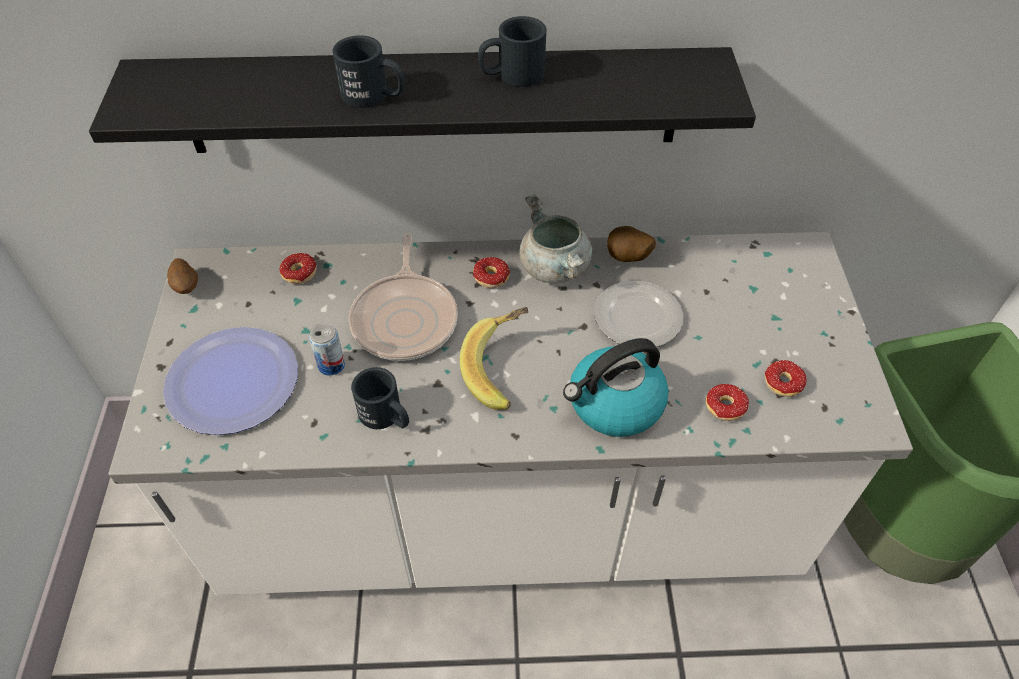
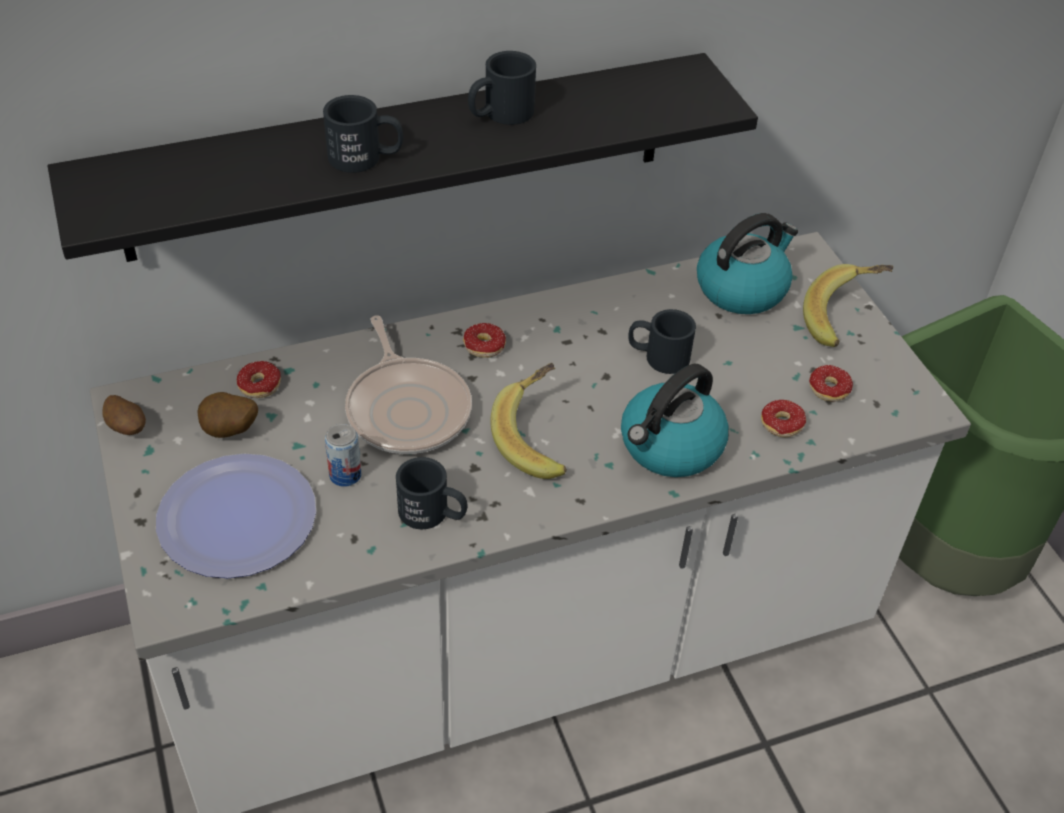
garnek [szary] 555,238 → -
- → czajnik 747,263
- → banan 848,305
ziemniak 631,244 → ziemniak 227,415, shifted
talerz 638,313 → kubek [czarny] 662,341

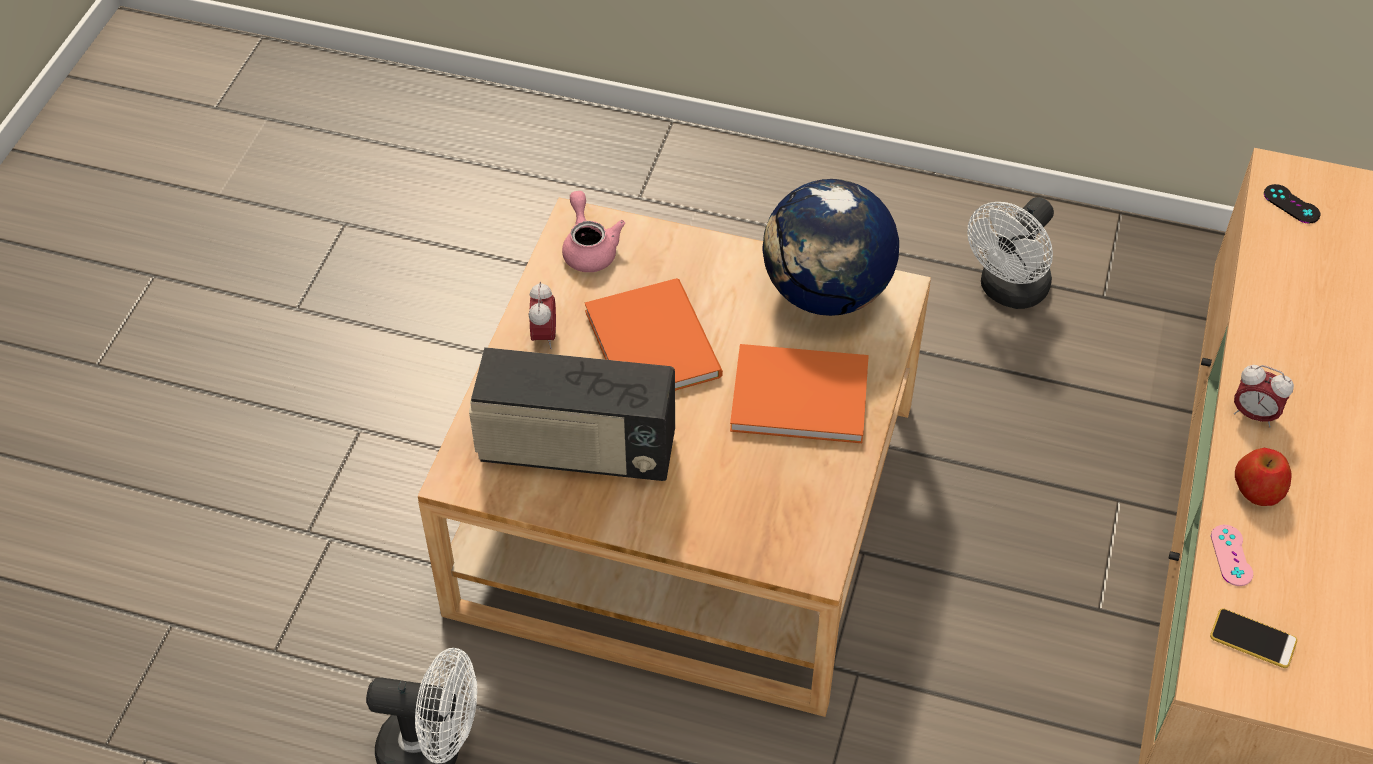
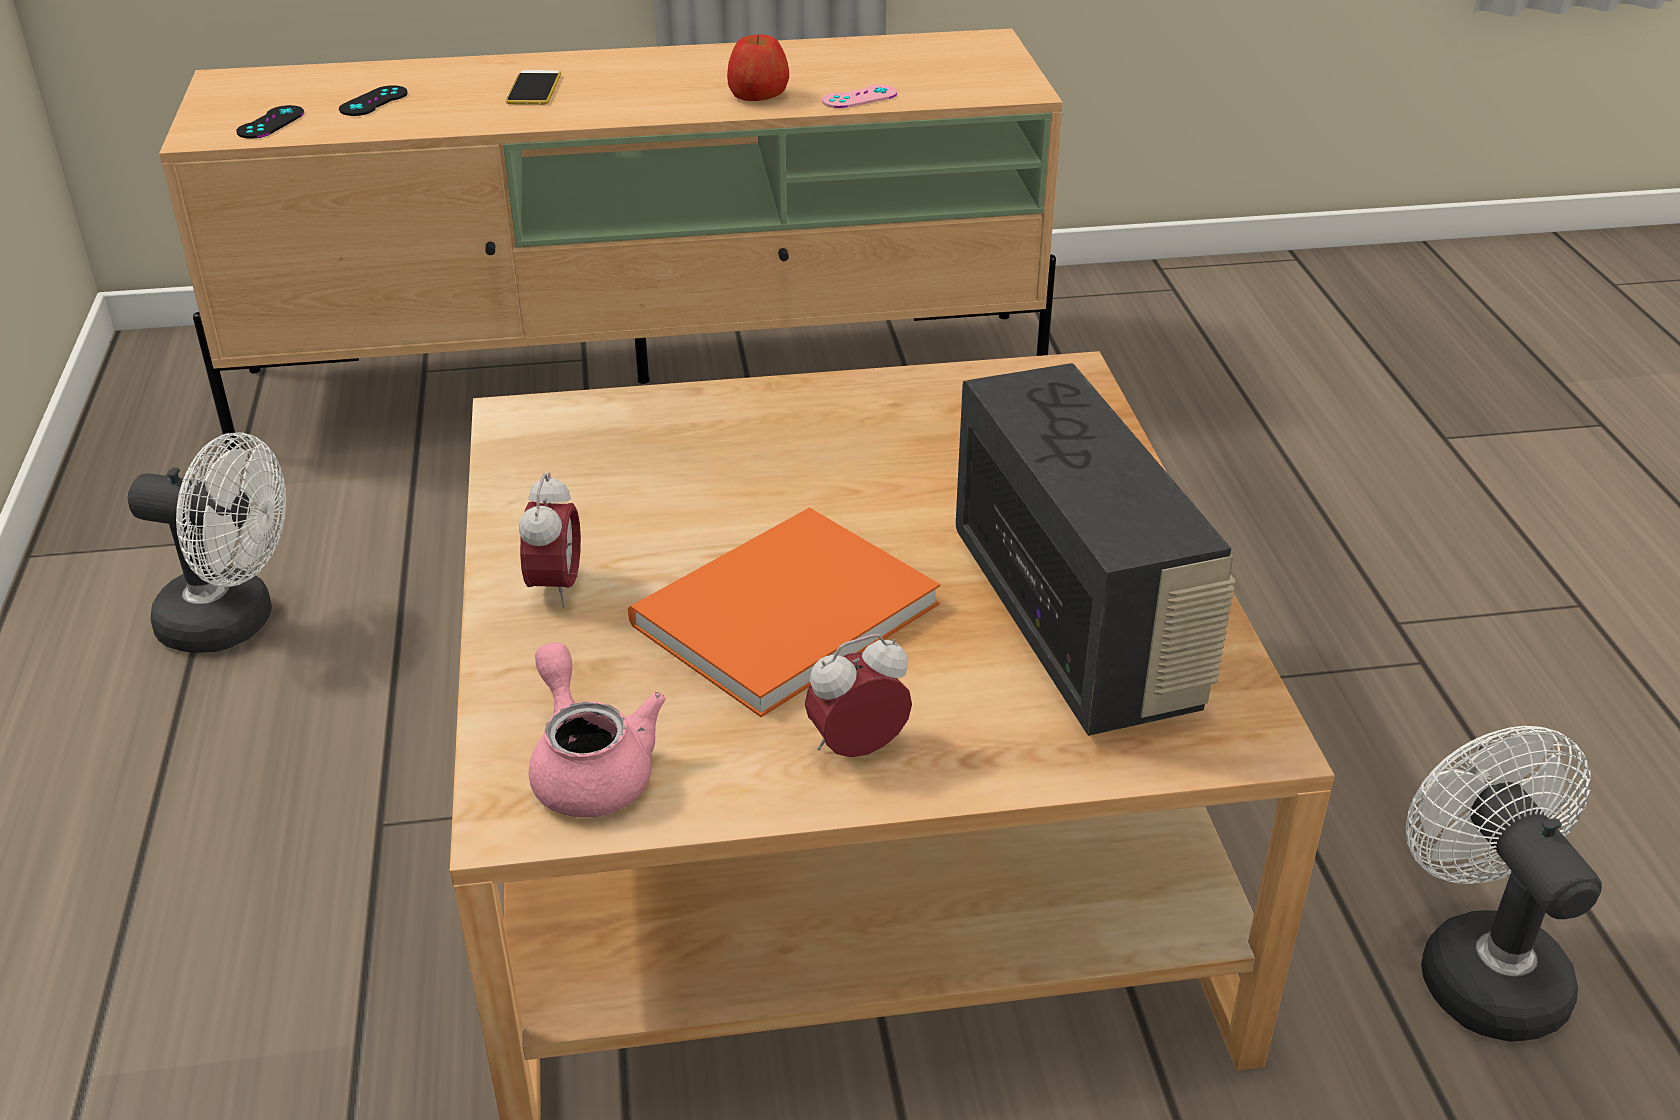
książka [pomarańczowy] 799,393 → -
globus 831,247 → -
- → pad do gier [czarny] 373,100
telefon 1253,638 → telefon 533,87, shifted
budzik 1264,396 → budzik 550,540, shifted
imbryk [różowy] 593,231 → imbryk [różowy] 597,730, 105 degrees clockwise

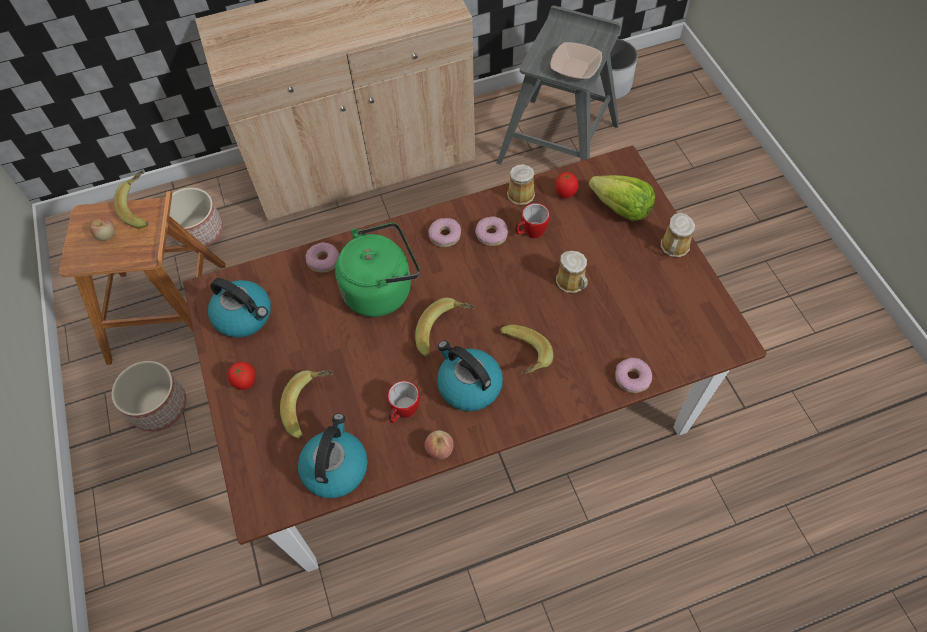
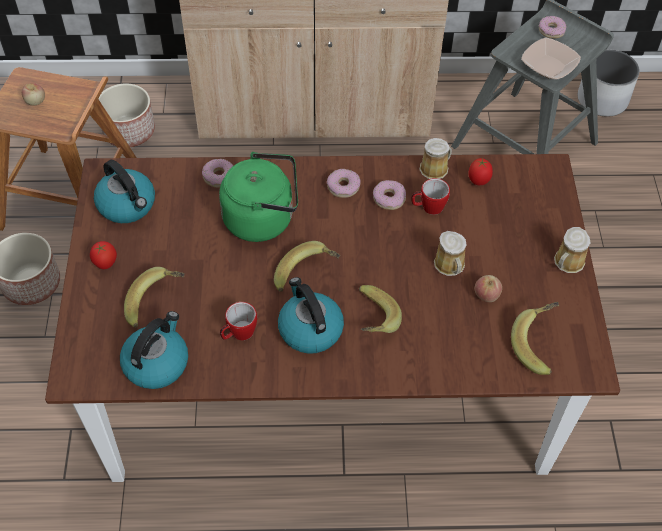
sałata 622,198 → -
banan 131,199 → banan 535,338, shifted
jabłko 439,444 → jabłko 488,288, shifted
donut 633,375 → donut 552,27, shifted

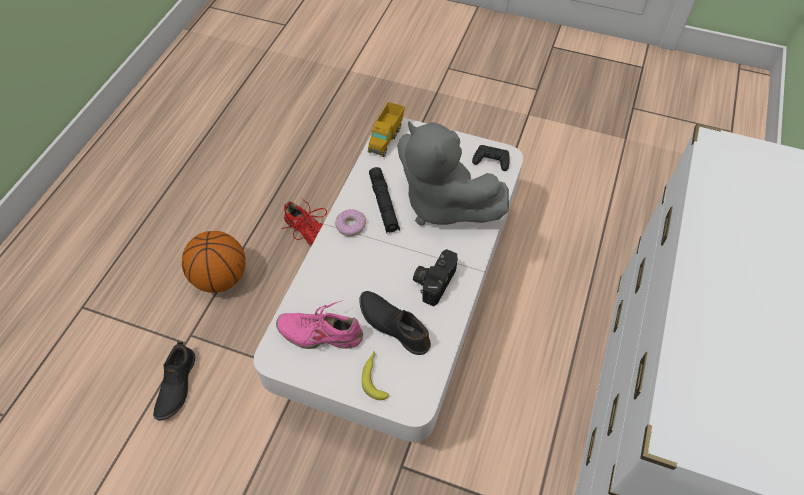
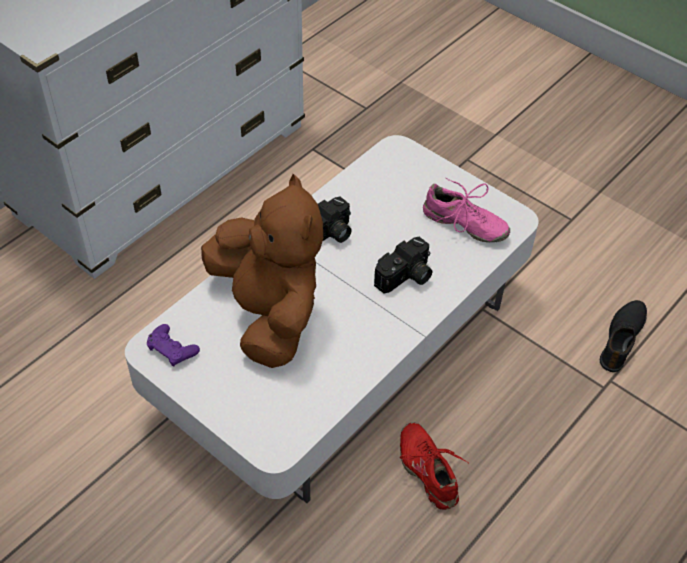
piłka do koszykówki 214,262 → -
donut 350,222 → -
but [czarny] 395,323 → -
banan 375,375 → -
ciężarówka zabawkowa 386,129 → -
latarka [czarny] 384,200 → -
- → aparat fotograficzny 403,265
pluszak [szary] 453,173 → pluszak [brązowy] 262,271
pad do gier [czarny] 491,158 → pad do gier [fioletowy] 173,345

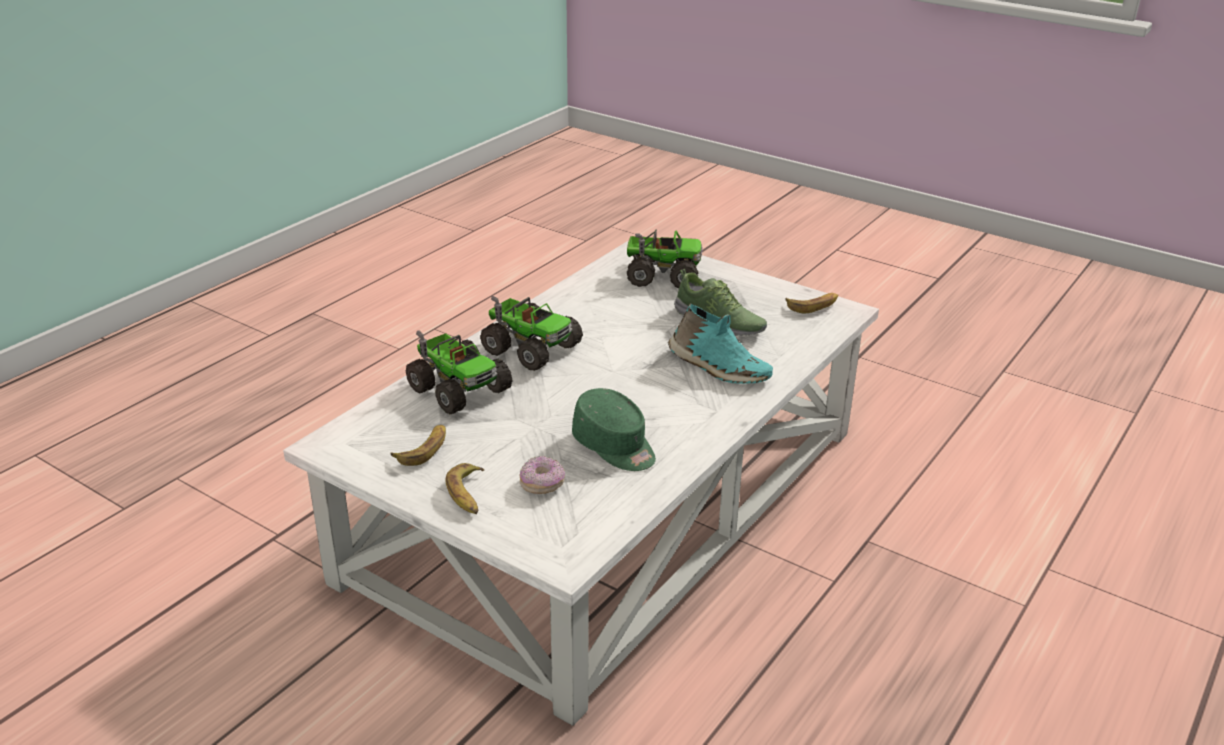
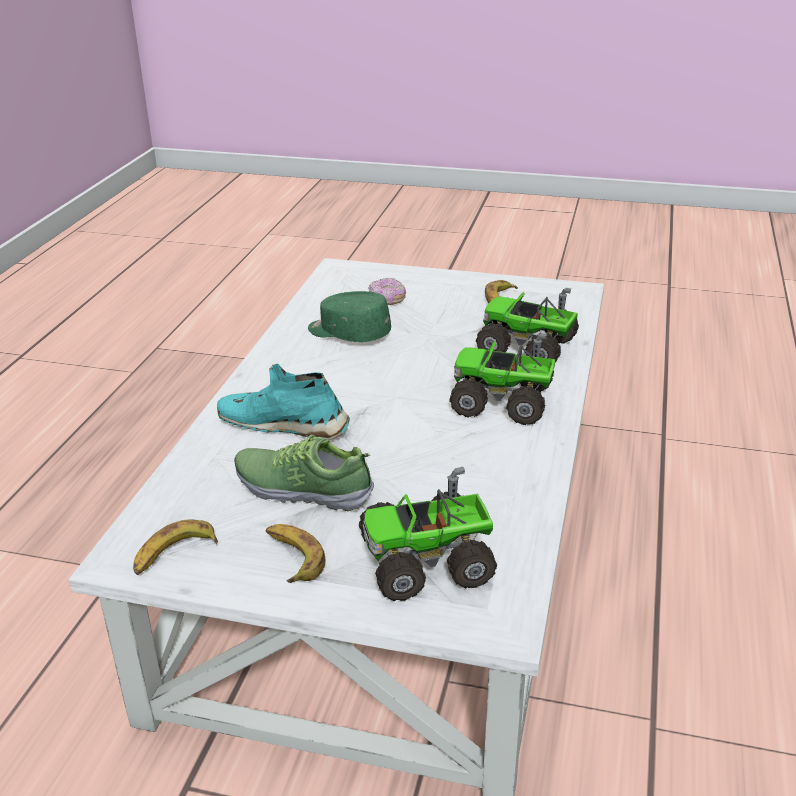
banan 465,488 → banan 295,553, shifted

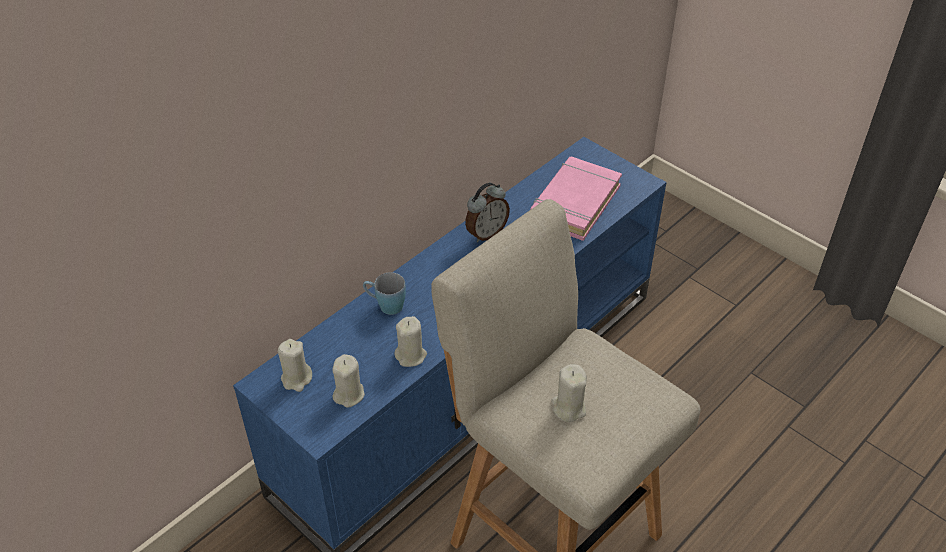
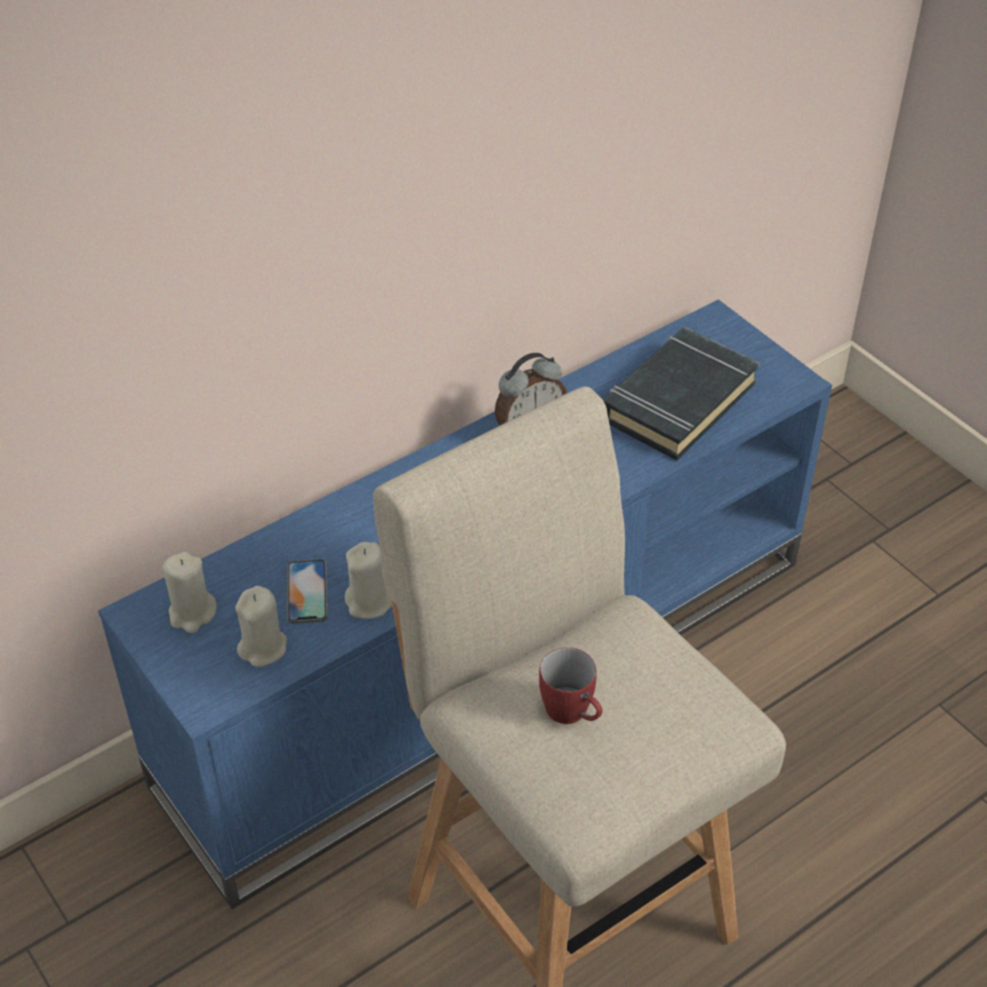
kubek [niebieski] 384,293 → -
- → telefon 307,591
świeca [beżowy] 569,393 → kubek [czerwony] 570,685
książka [różowy] 576,199 → książka [czarny] 681,394

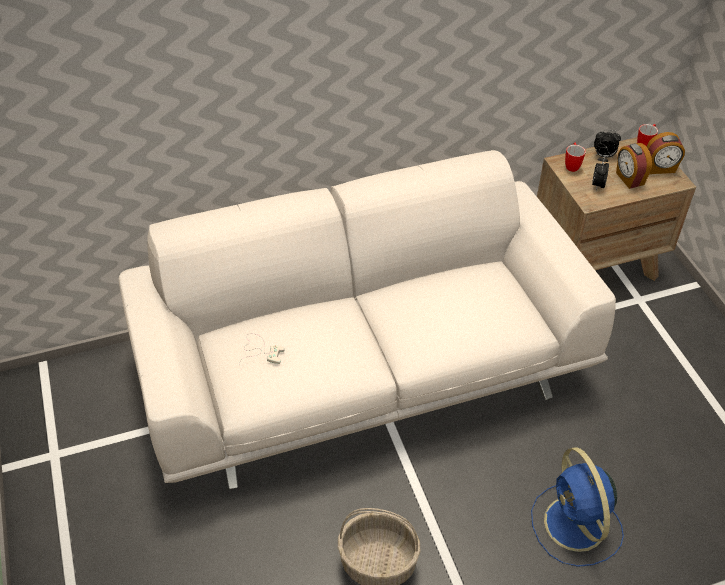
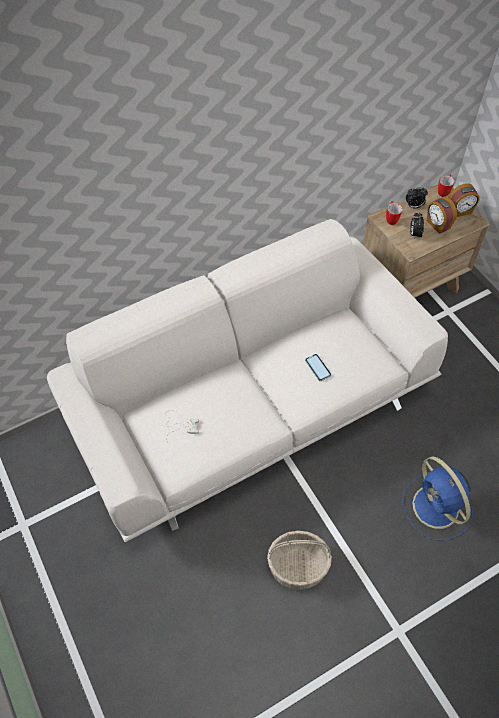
- → telefon 318,367

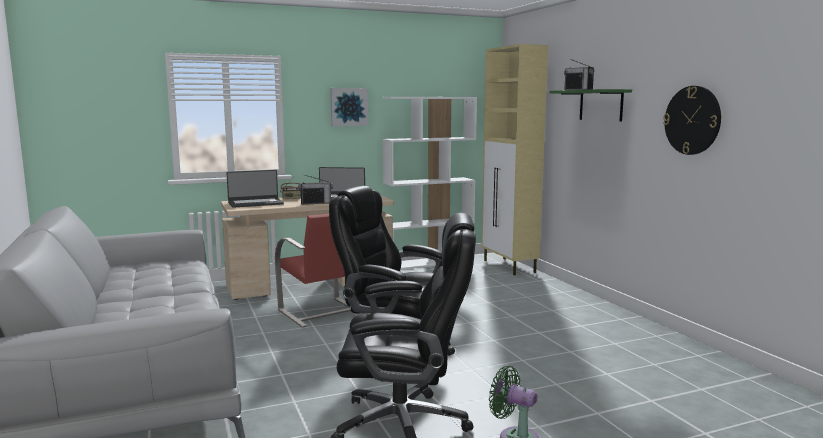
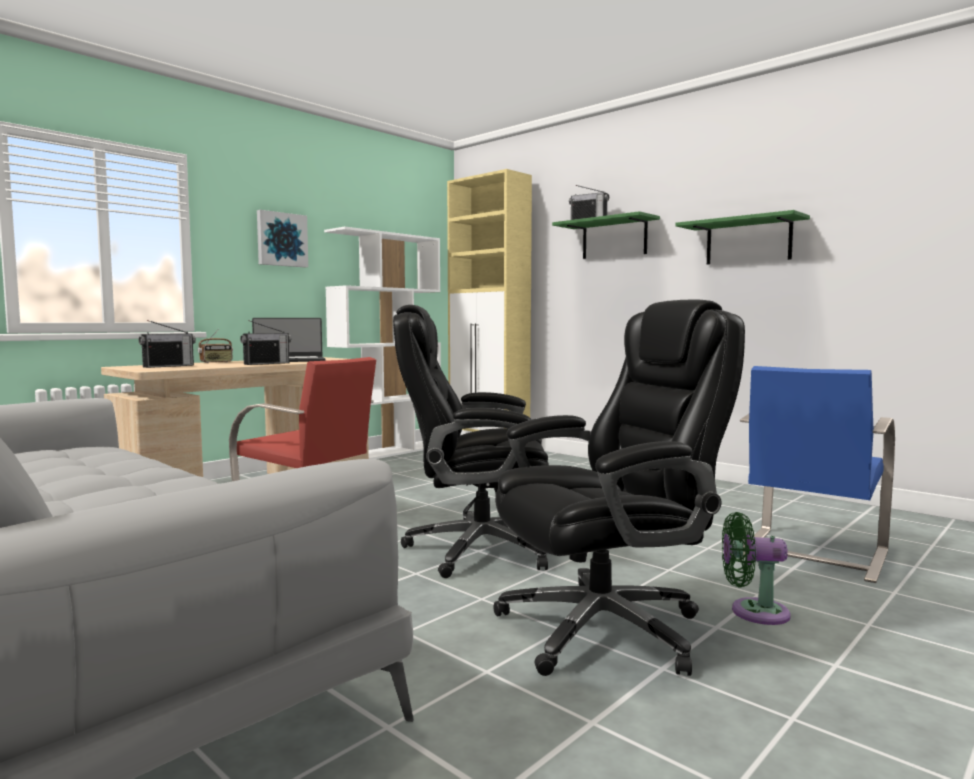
- → krzesło [niebieski] 817,474
laptop 255,189 → radio 167,344
zegar ścienny 692,120 → półka [zielony] 742,237

